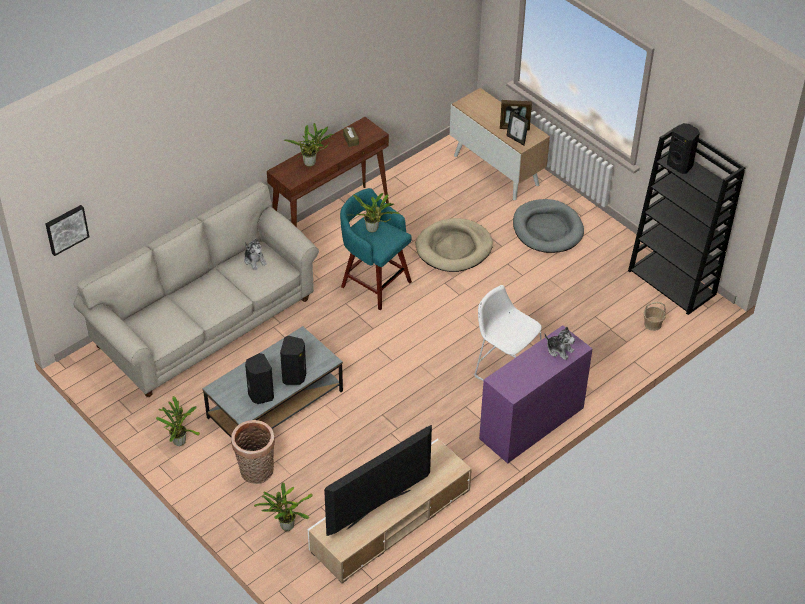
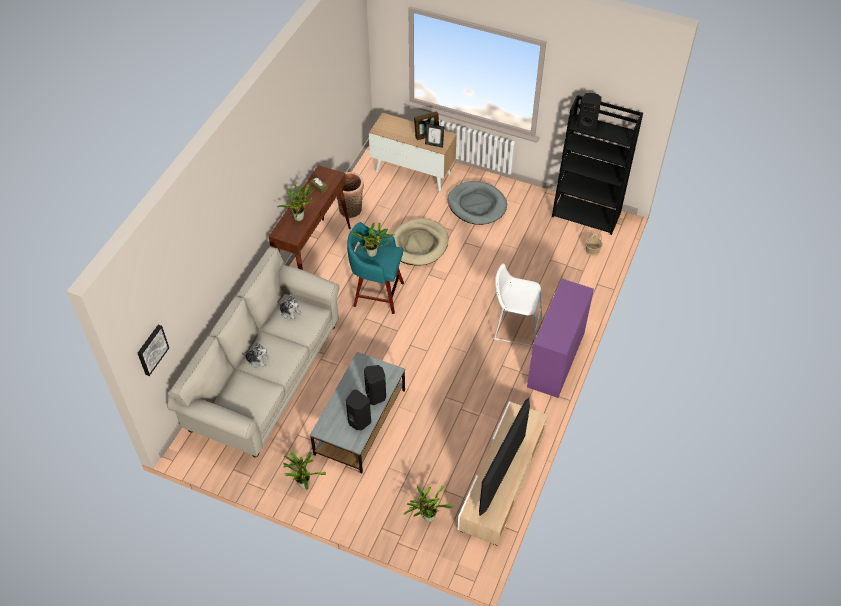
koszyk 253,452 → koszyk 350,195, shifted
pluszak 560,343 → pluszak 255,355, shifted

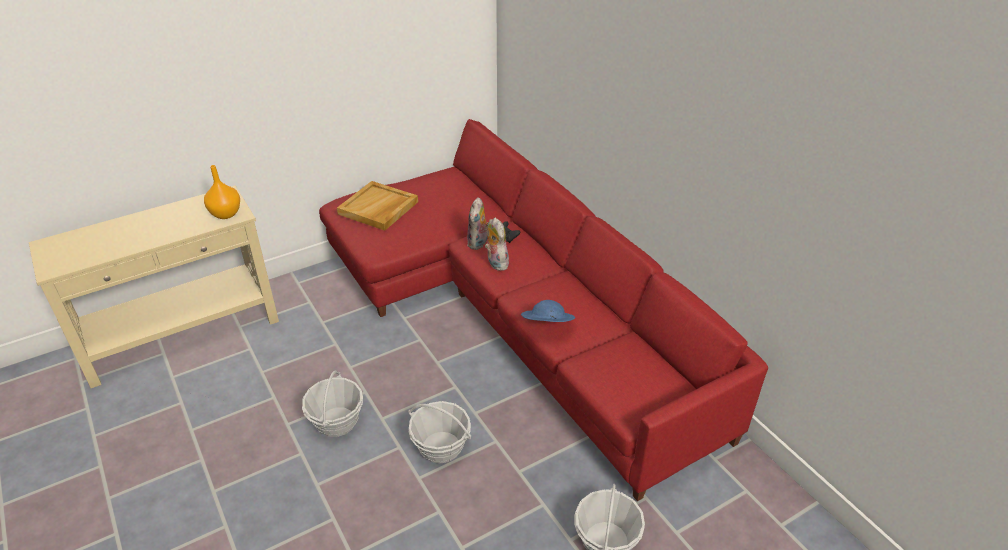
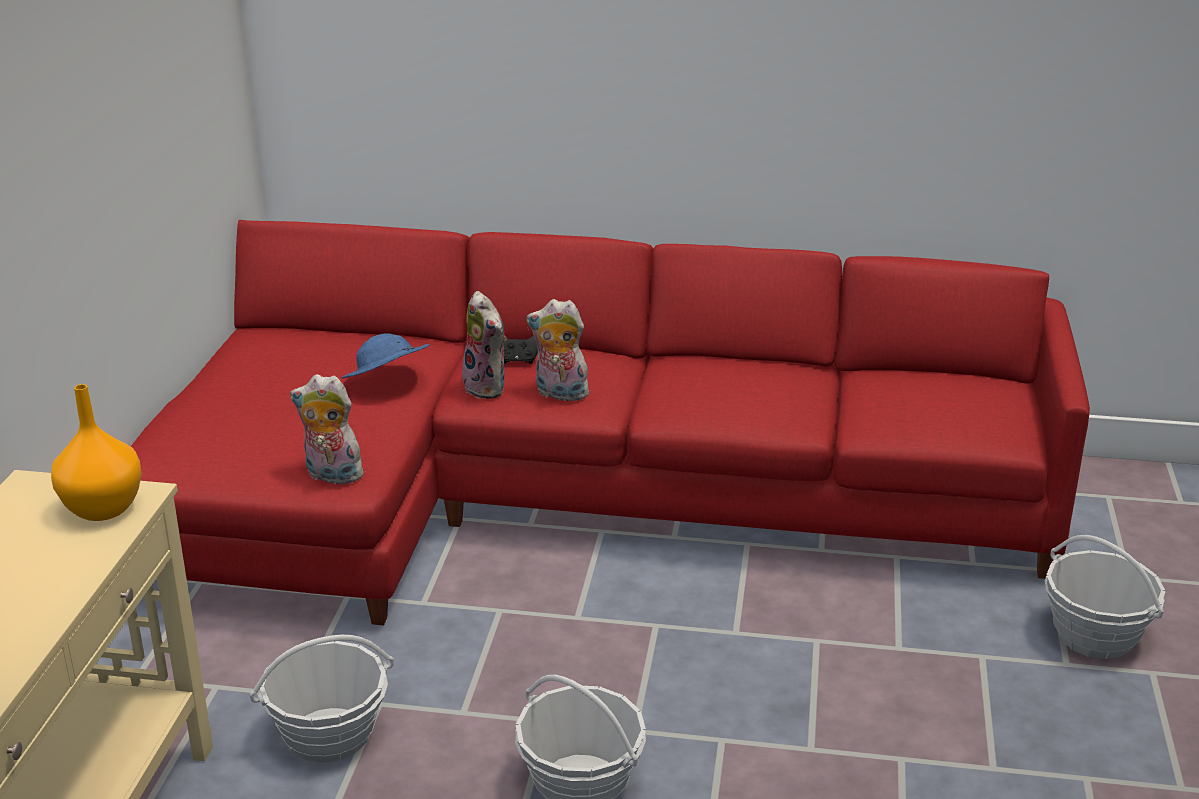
taca [beżowy] 377,206 → -
- → pluszak 329,429
koszyk 439,432 → koszyk 322,699, shifted
kapelusz [niebieski] 548,311 → kapelusz [niebieski] 385,356, shifted

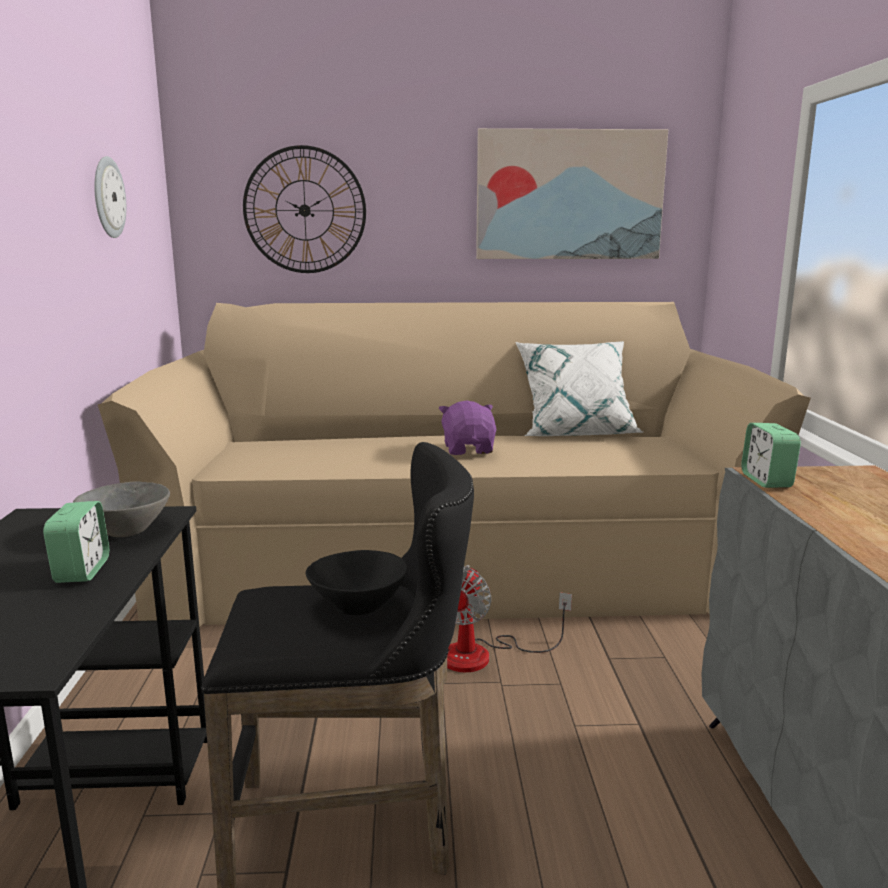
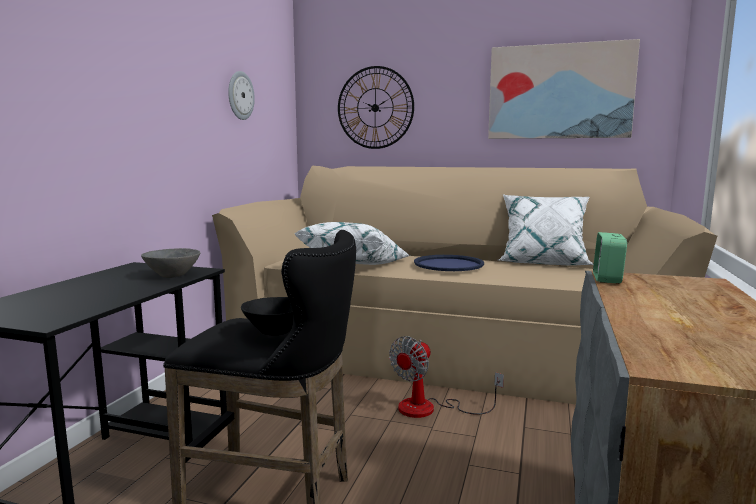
budzik 76,542 → -
- → poduszka [biały] 352,243
pluszak [fioletowy] 467,428 → taca [niebieski] 449,263

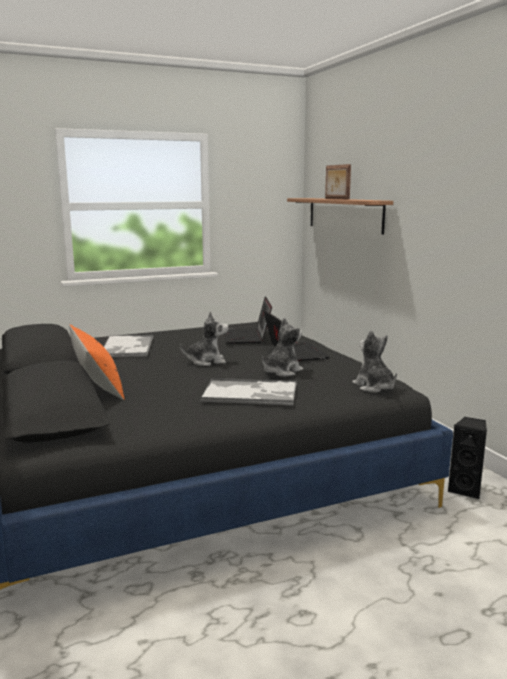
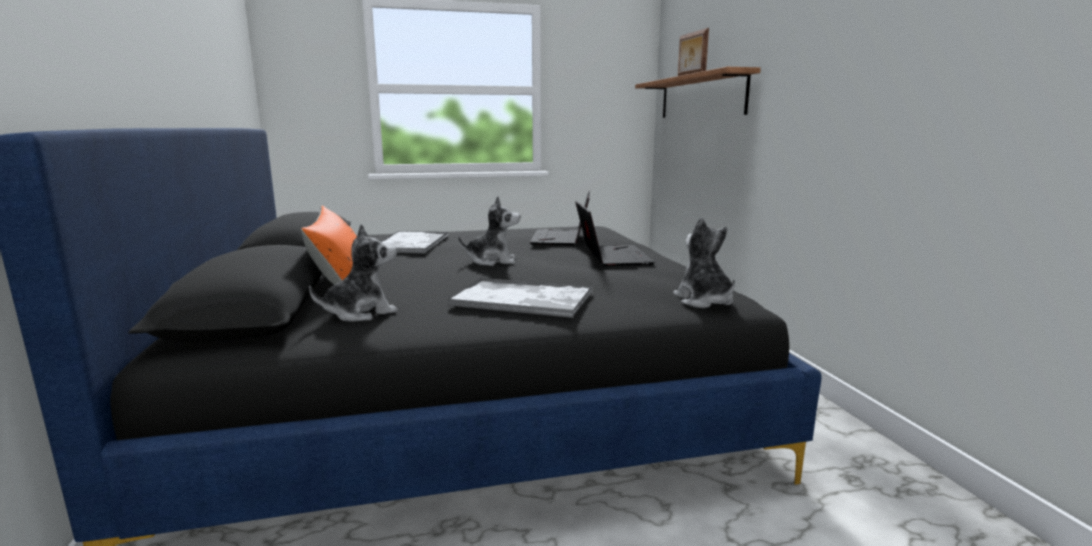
głośnik [czarny] 467,458 → -
pluszak 282,347 → pluszak 353,273, shifted

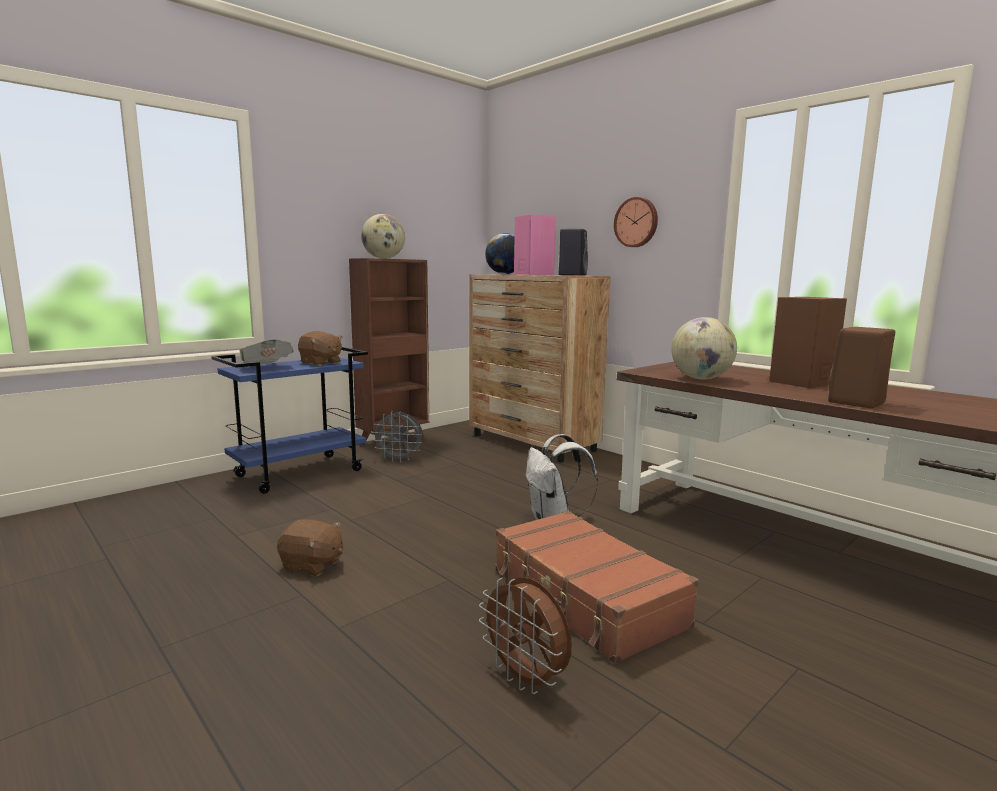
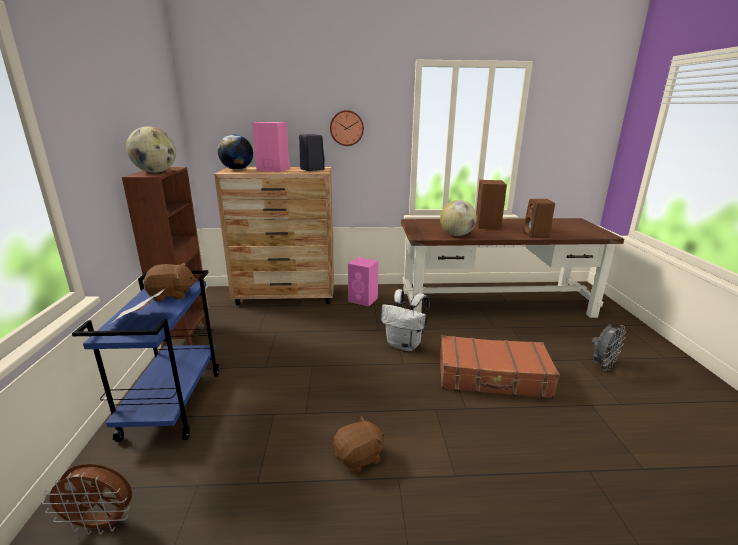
- → głośnik [różowy] 363,281
wentylator [szary] 397,436 → wentylator [szary] 609,347, shifted
wentylator [brązowy] 525,635 → wentylator [brązowy] 87,499, shifted

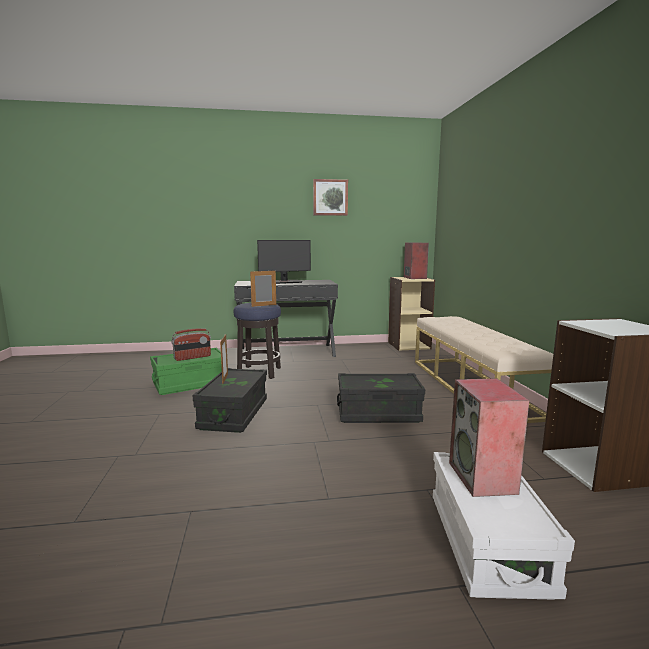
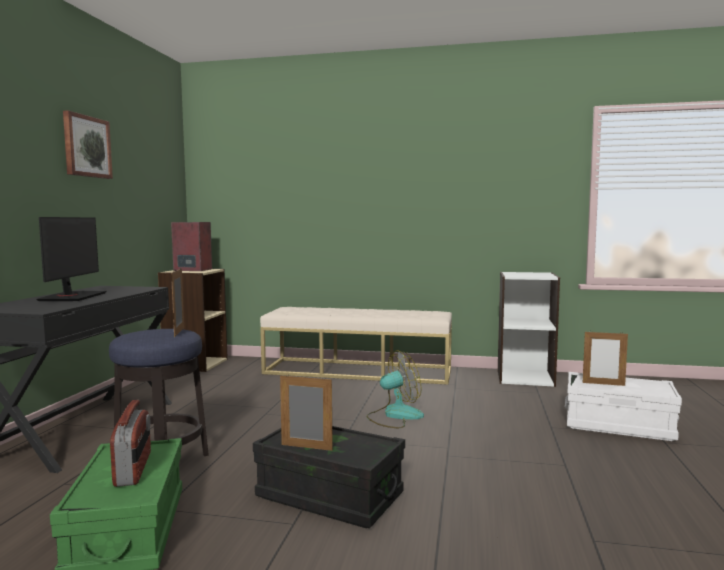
pojemnik do przechowywania [czarny] 381,398 → wentylator 395,389
głośnik 489,437 → ramka na zdjęcie 605,358

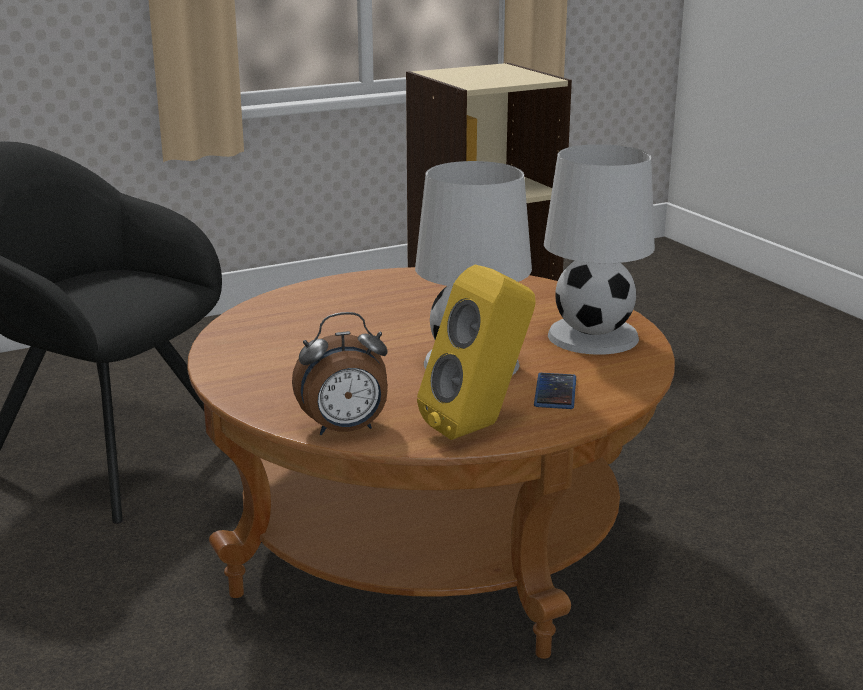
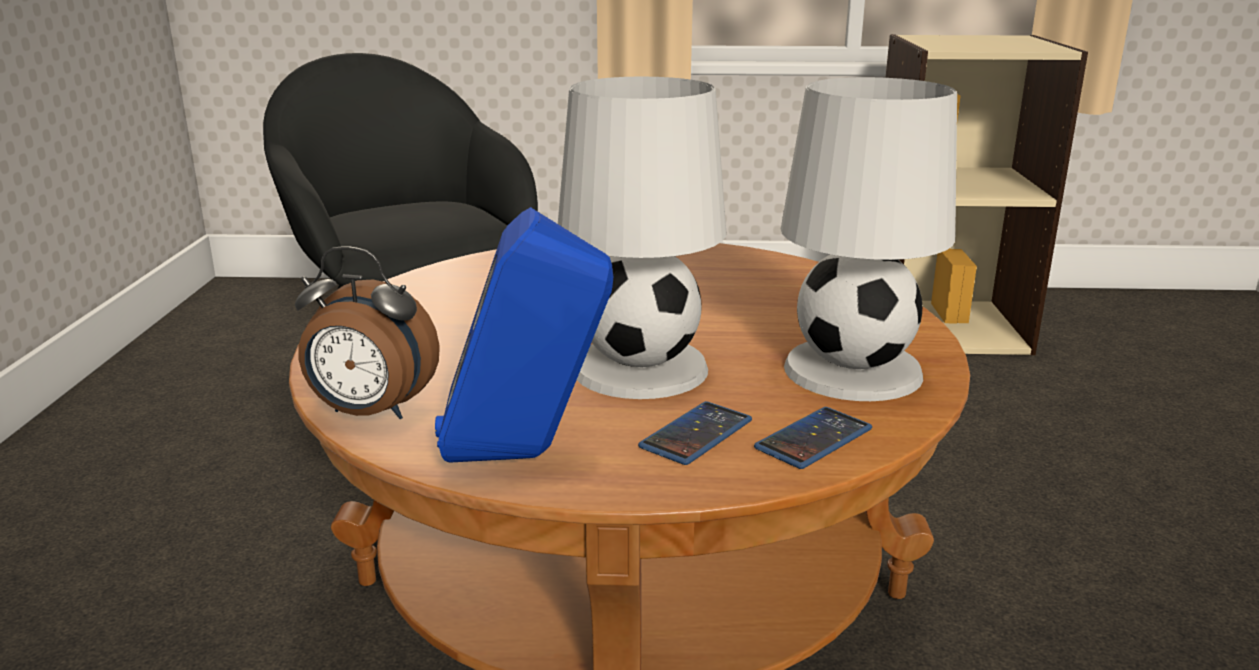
- → telefon 813,438
głośnik [żółty] 476,352 → głośnik [niebieski] 524,335

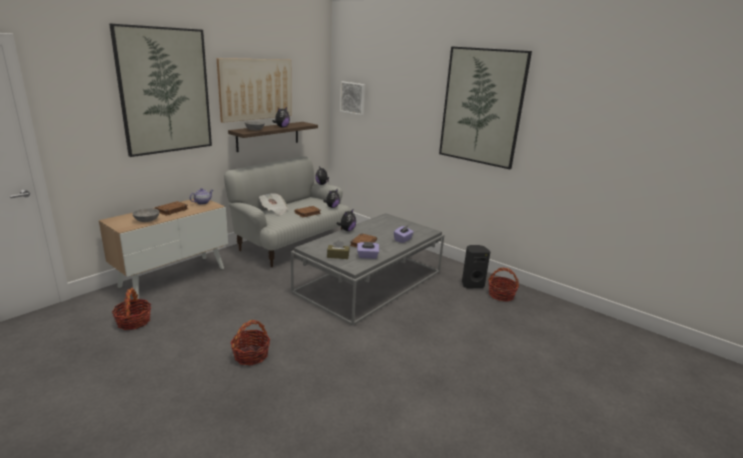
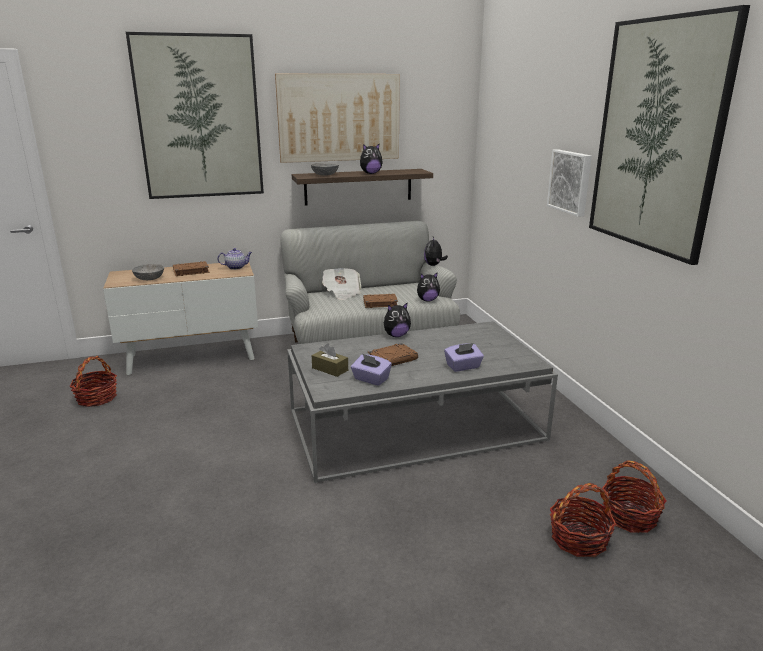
głośnik [czarny] 476,266 → -
koszyk 250,342 → koszyk 583,520, shifted
obraz 352,98 → obraz 569,183, shifted

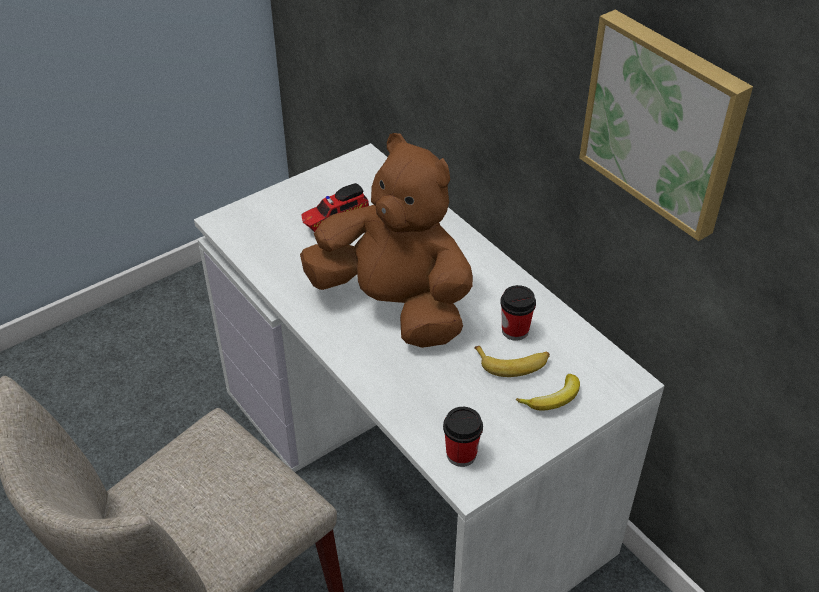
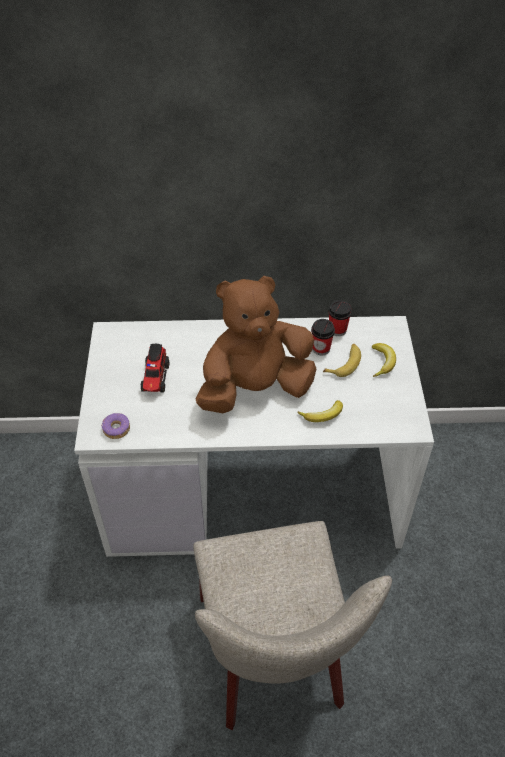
obraz 666,125 → -
- → donut 115,426
- → banan 320,411
filiżanka 463,437 → filiżanka 340,318, shifted

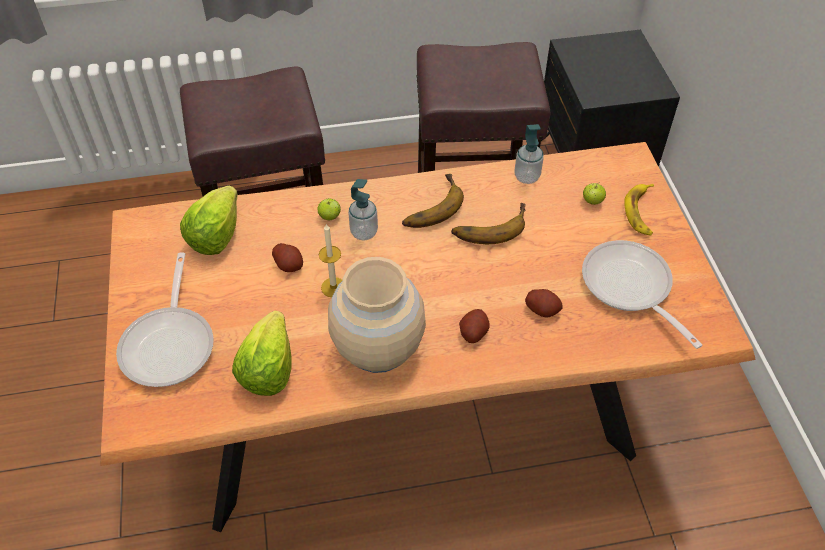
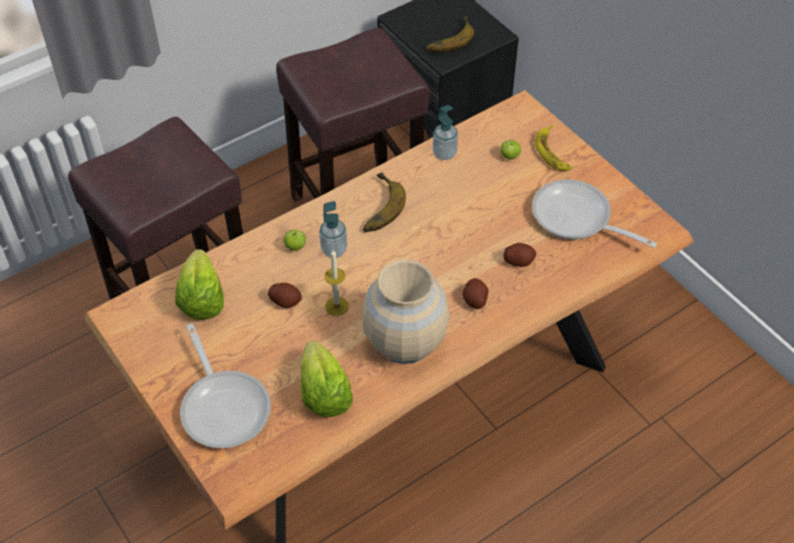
banan 488,223 → banan 450,34, shifted

